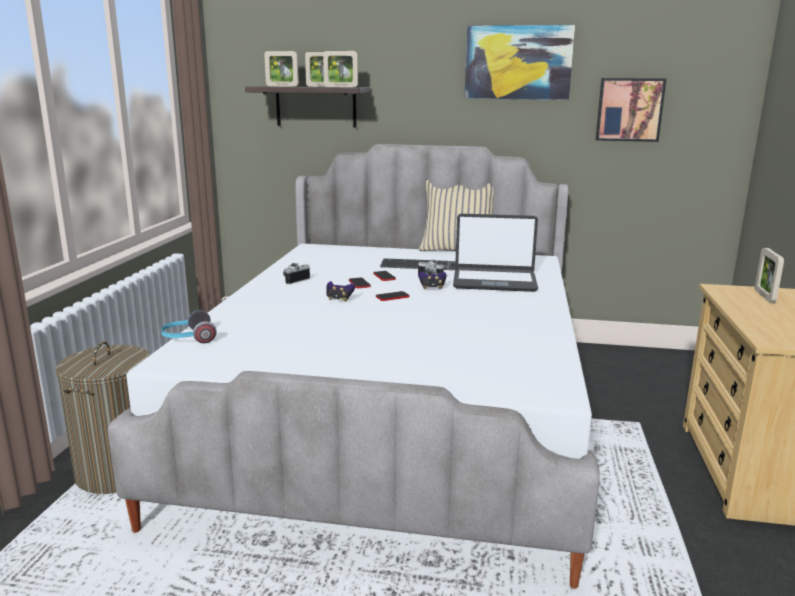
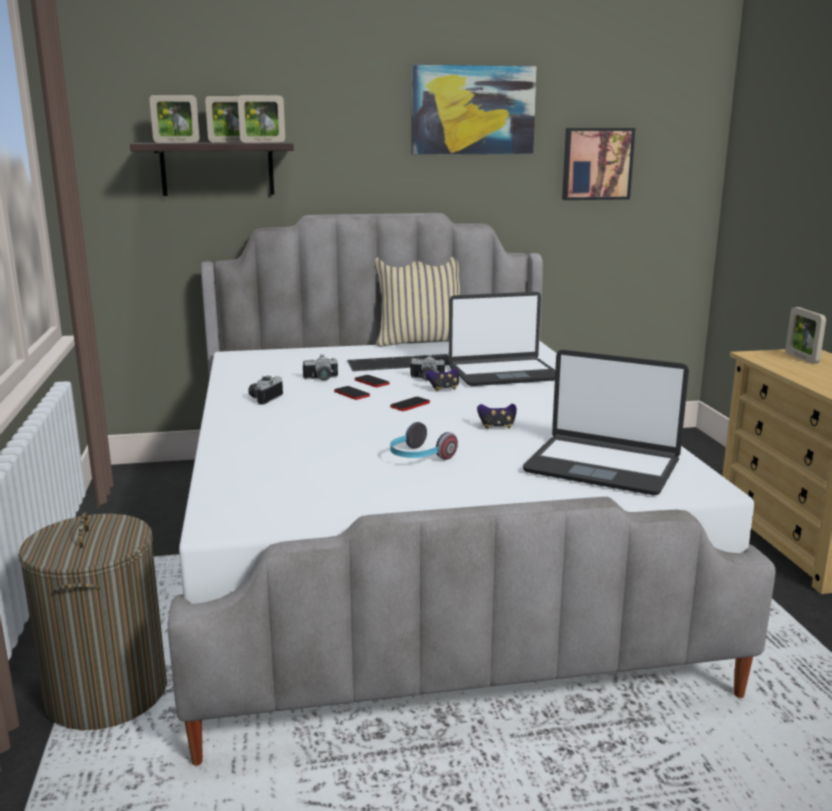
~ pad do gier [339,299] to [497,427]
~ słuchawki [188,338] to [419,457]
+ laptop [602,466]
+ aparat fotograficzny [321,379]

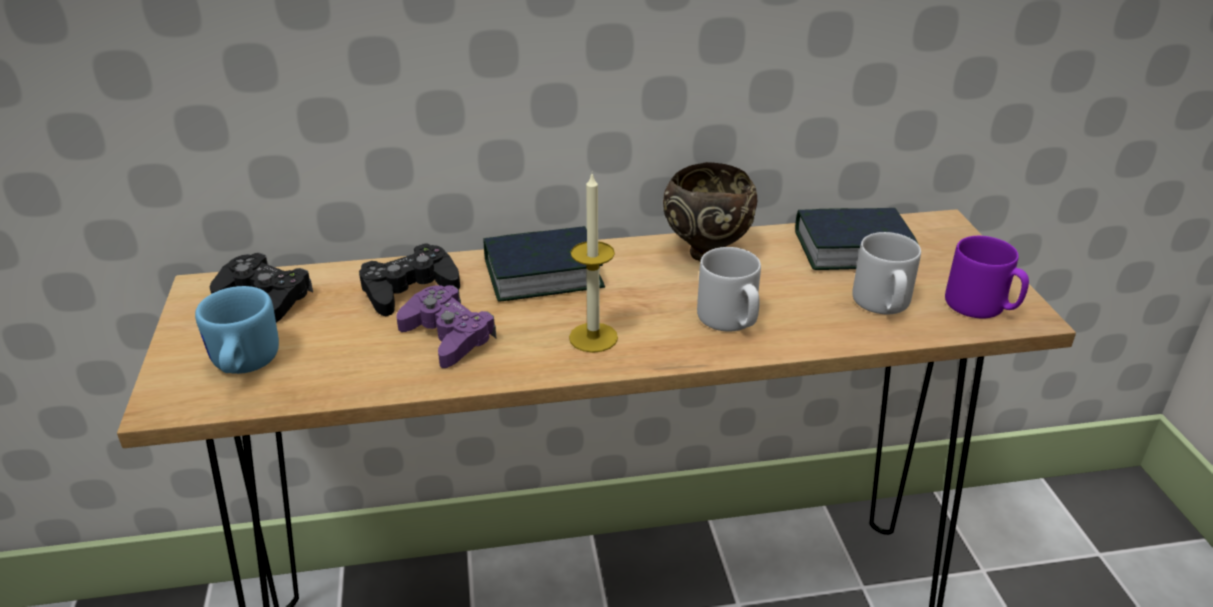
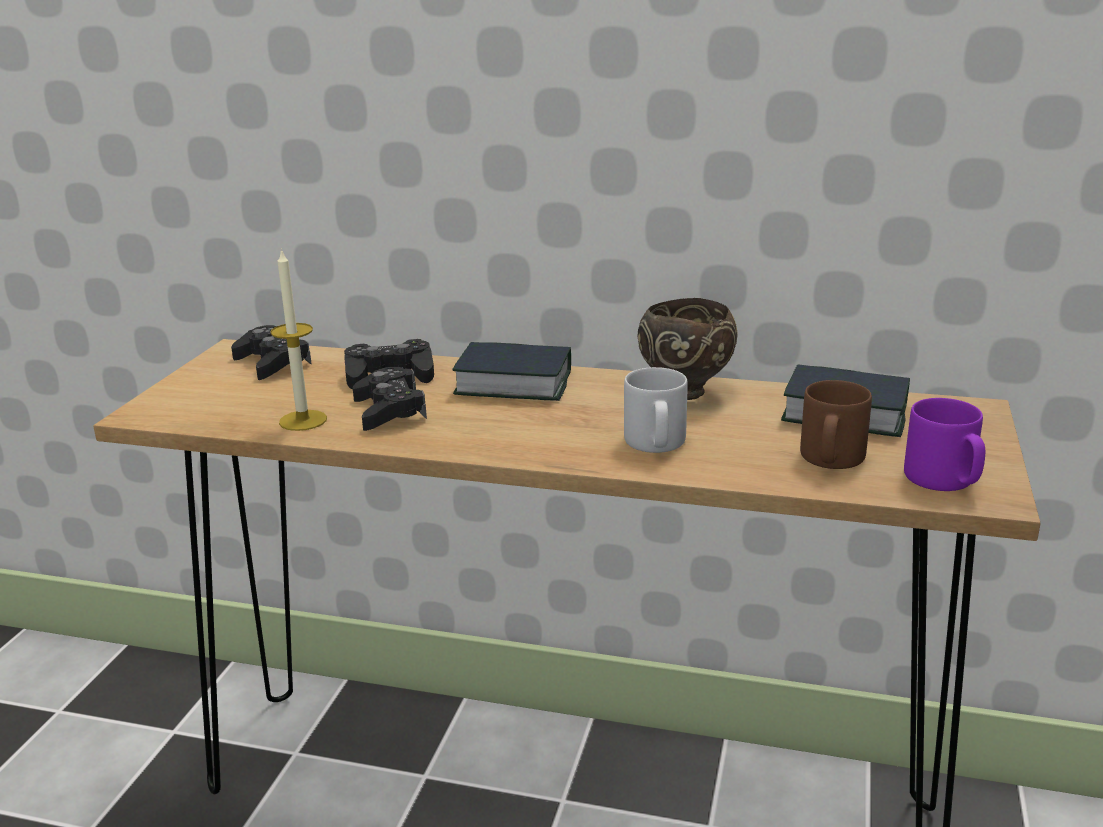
~ świeca [593,337] to [303,420]
~ kubek (szary) [883,304] to kubek (brązowy) [831,459]
~ pad do gier (fioletowy) [448,336] to pad do gier (czarny) [389,410]
- kubek (niebieski) [243,366]

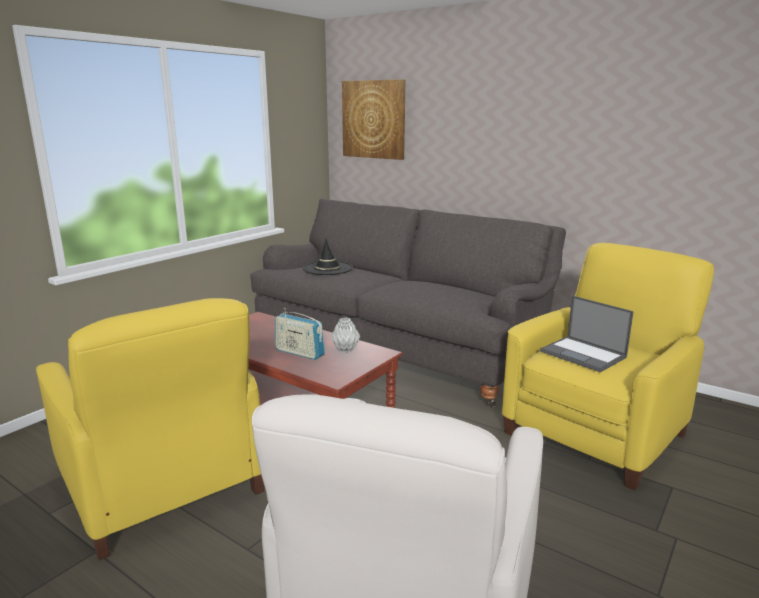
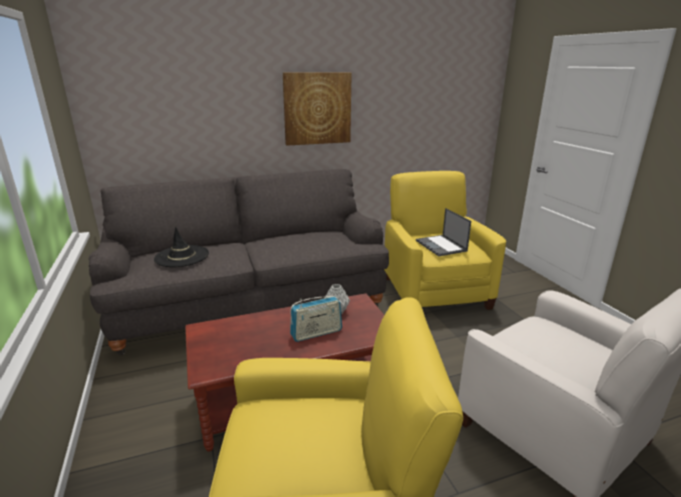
~ obraz [374,119] to [317,108]
~ laptop [584,354] = [441,246] 75 degrees clockwise

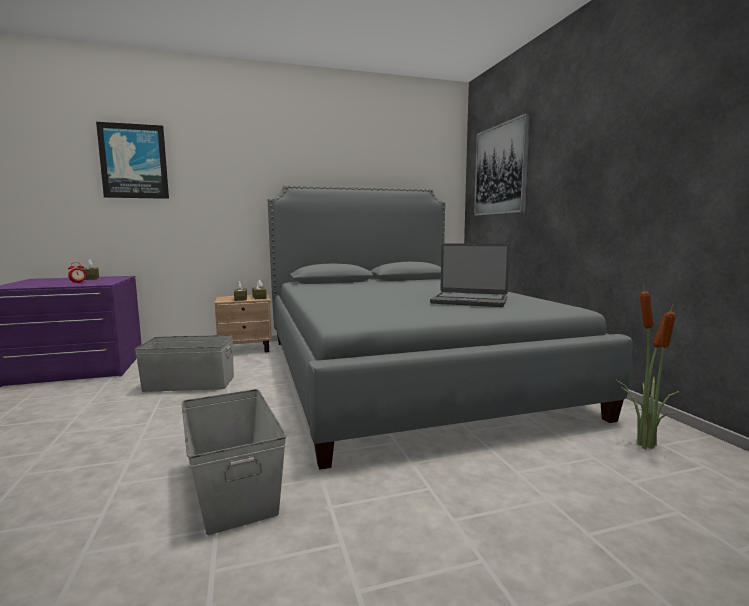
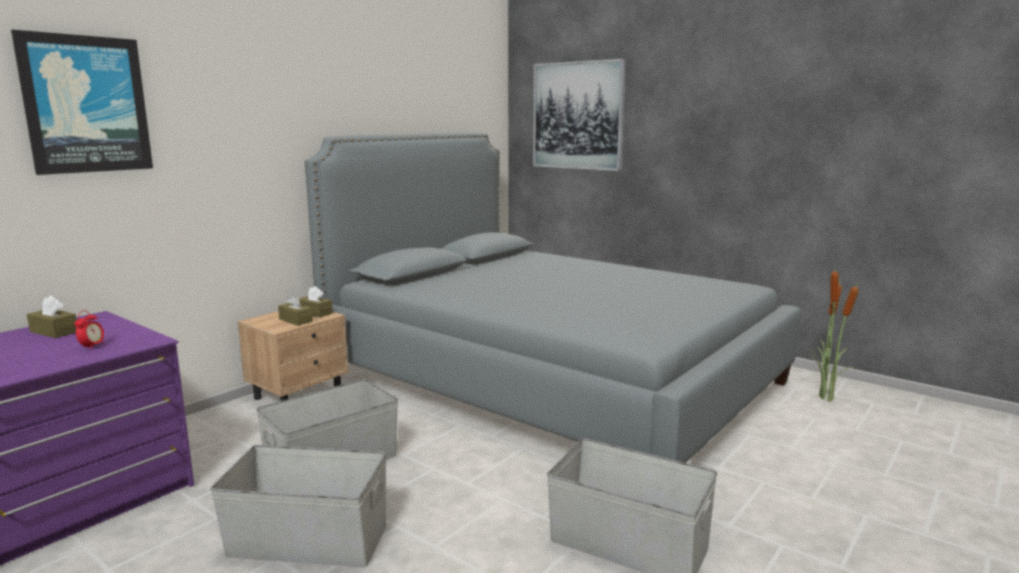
- laptop [469,301]
+ pojemnik do przechowywania (szary) [308,541]

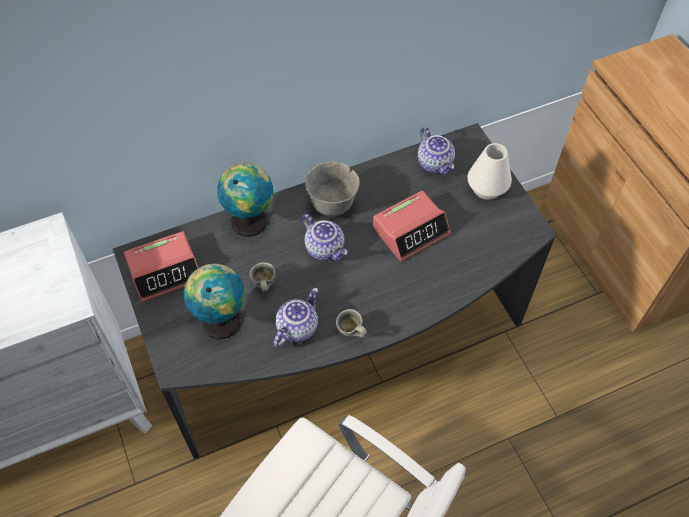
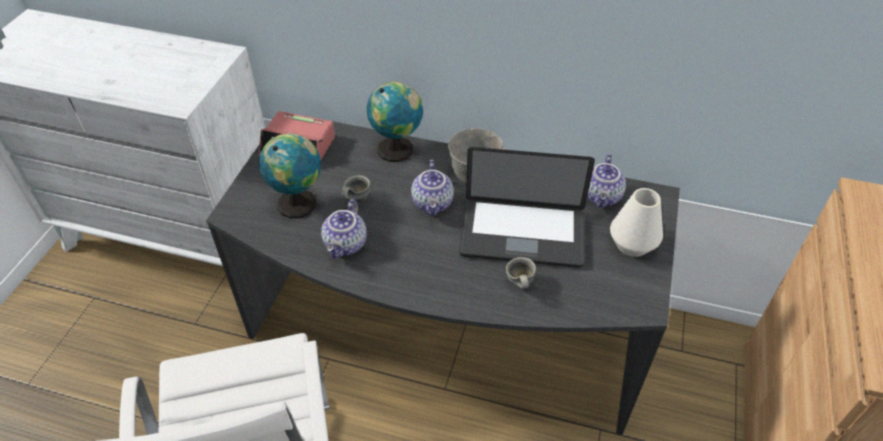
~ budzik [411,230] to laptop [522,234]
~ imbryk [296,327] = [346,245] 120 degrees clockwise
~ kubek (szary) [350,333] to [518,284]

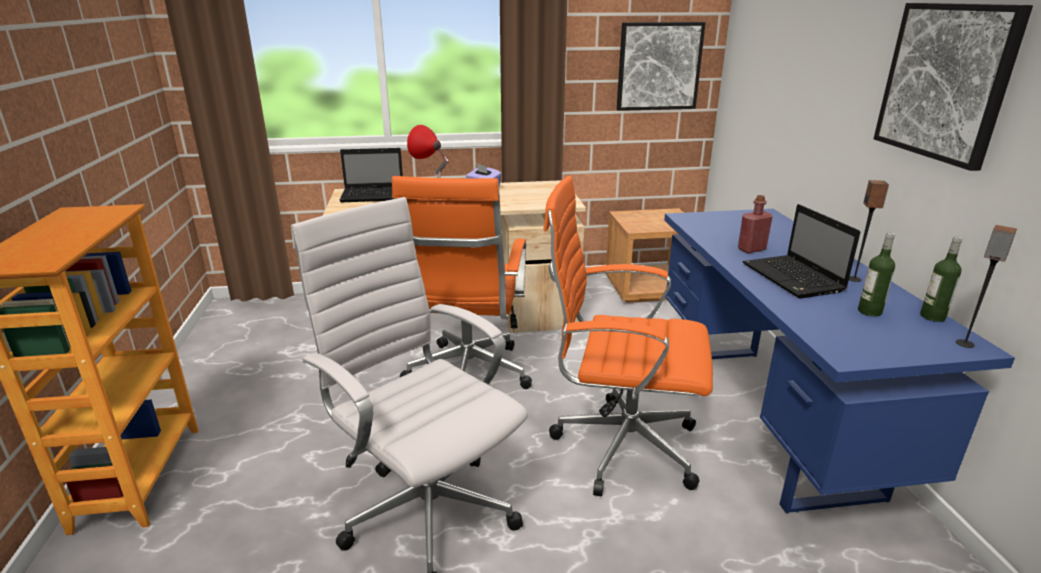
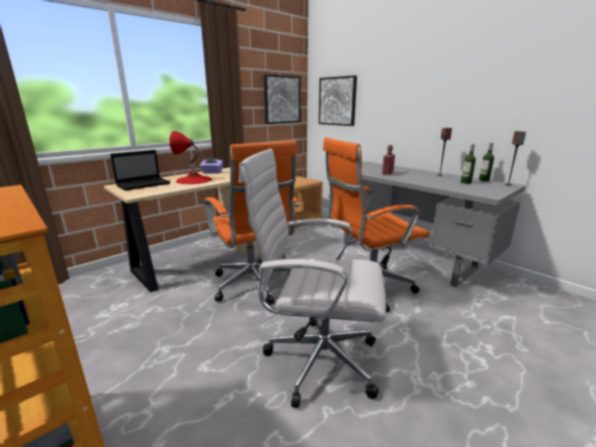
~ obraz [946,82] to [337,101]
- laptop [794,278]
~ biurko (niebieski) [768,418] to biurko (szary) [406,255]

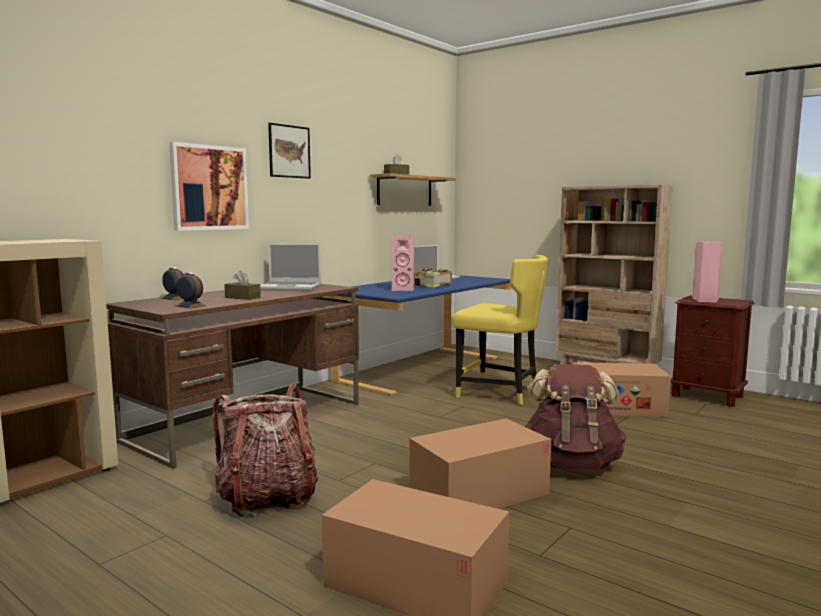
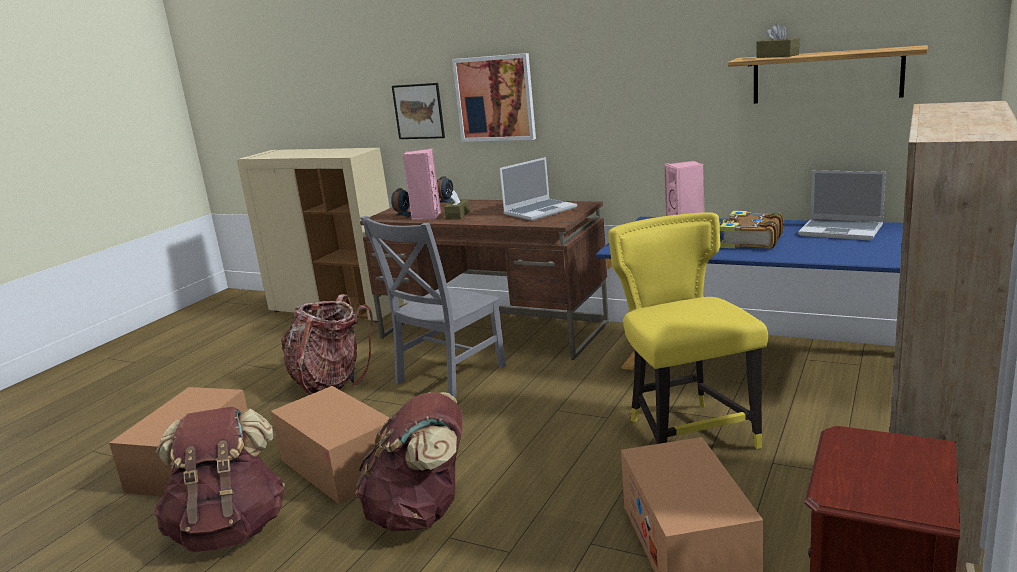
~ obraz [289,151] to [418,111]
~ głośnik (różowy) [706,300] to [426,216]
~ laptop [291,287] = [540,211] 120 degrees counterclockwise
~ krzesło (żółty) [500,393] = [687,433] 150 degrees clockwise
+ krzesło (szary) [447,376]
+ plecak (brązowy) [230,529]

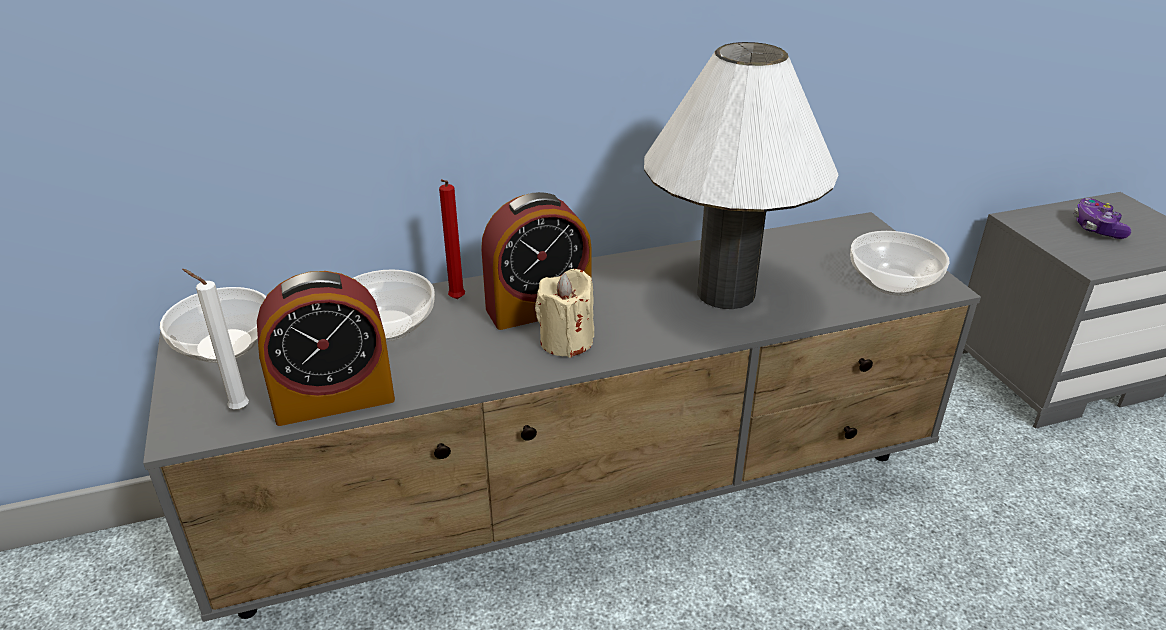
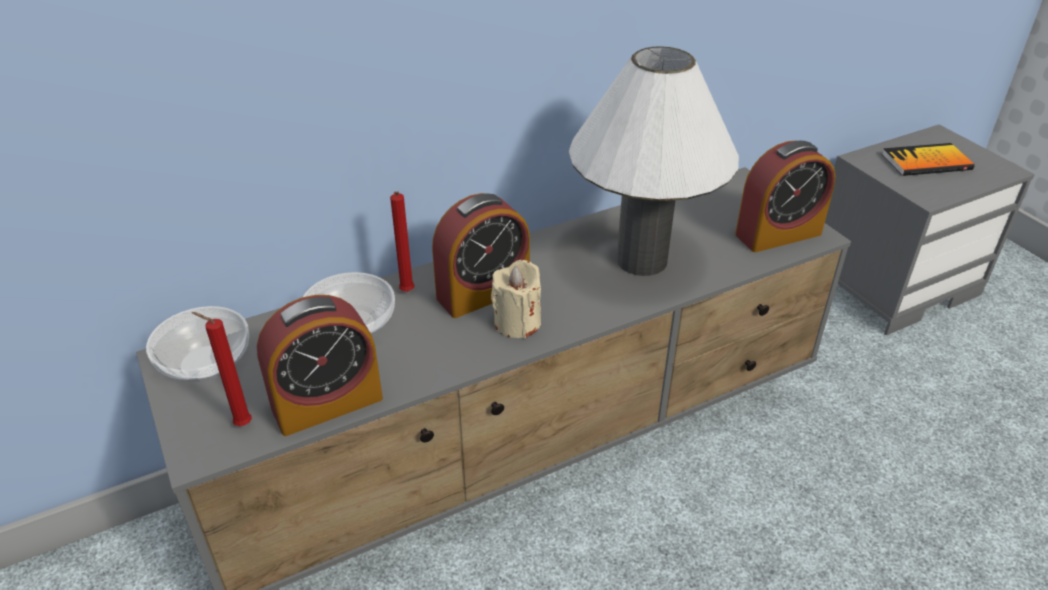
~ pad do gier [1096,228] to książka [926,162]
~ miska [893,281] to budzik [778,234]
~ świeca (biały) [236,409] to świeca (czerwony) [240,424]

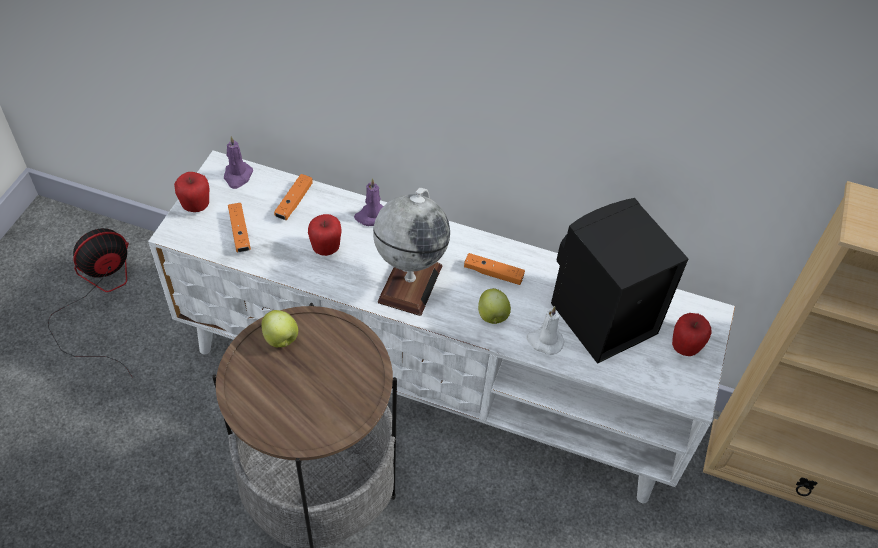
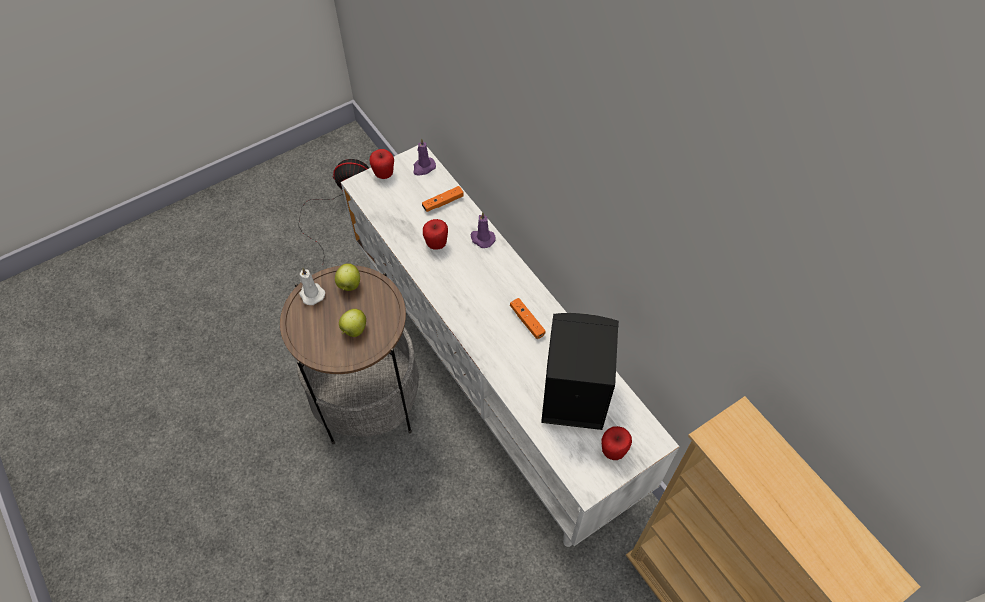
- globus [410,283]
- pad do gier (pomarańczowy) [240,232]
~ jabłko [492,317] to [354,330]
~ świeca (biały) [544,341] to [311,293]

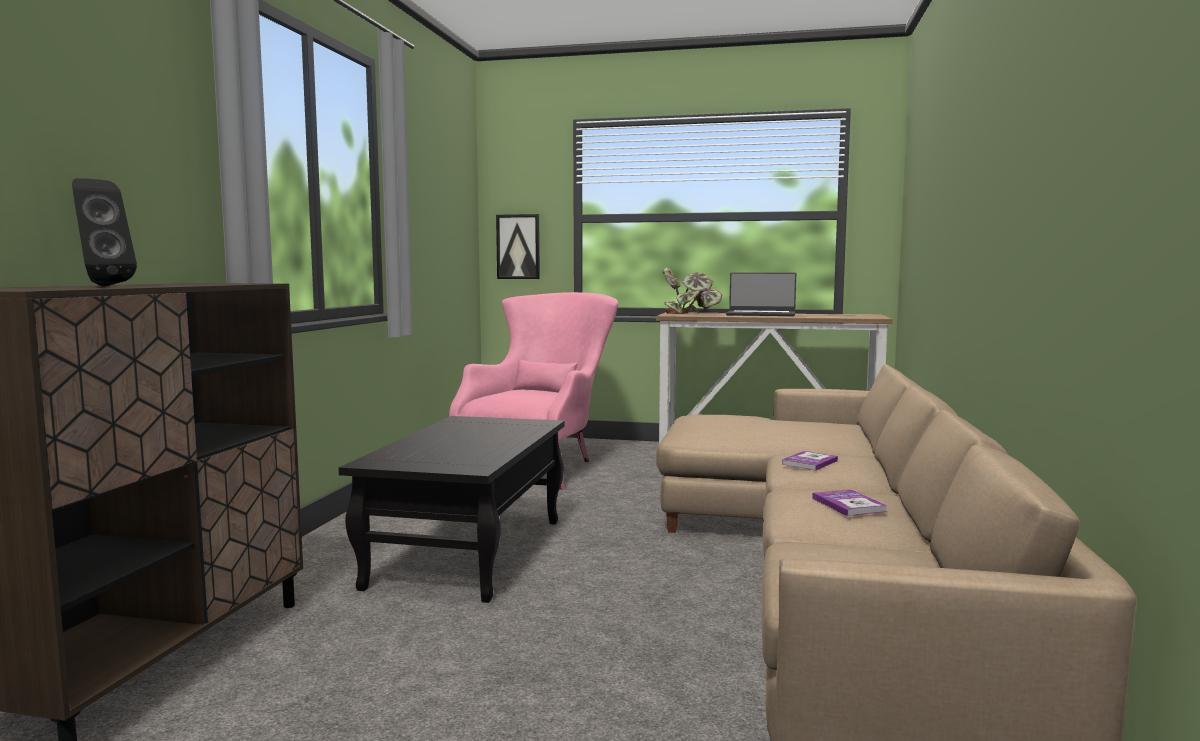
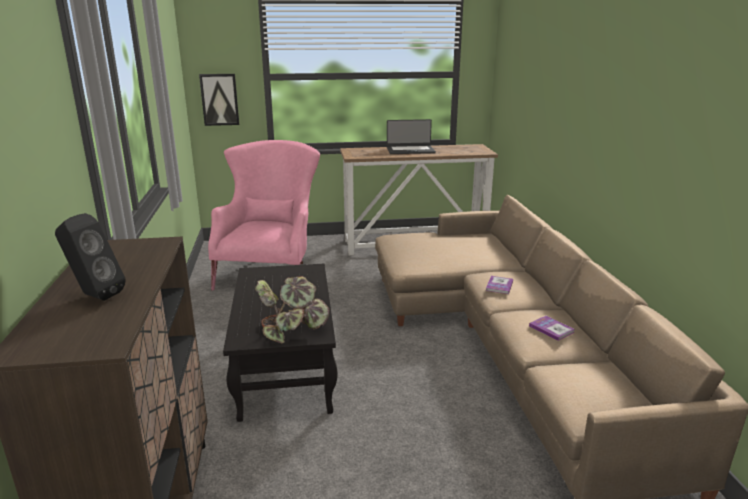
~ roślina doniczkowa [690,313] to [292,329]

